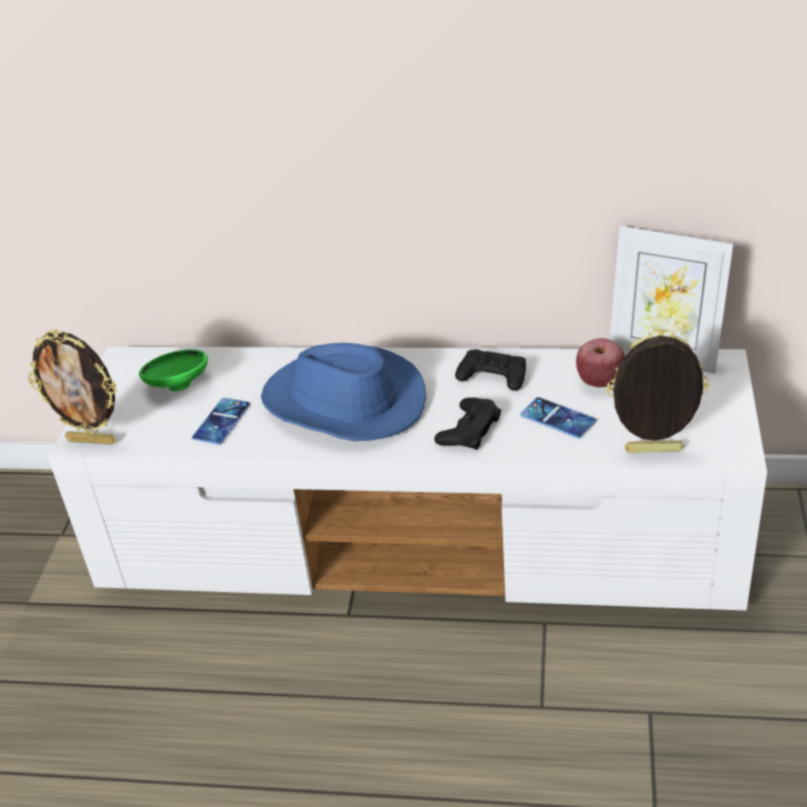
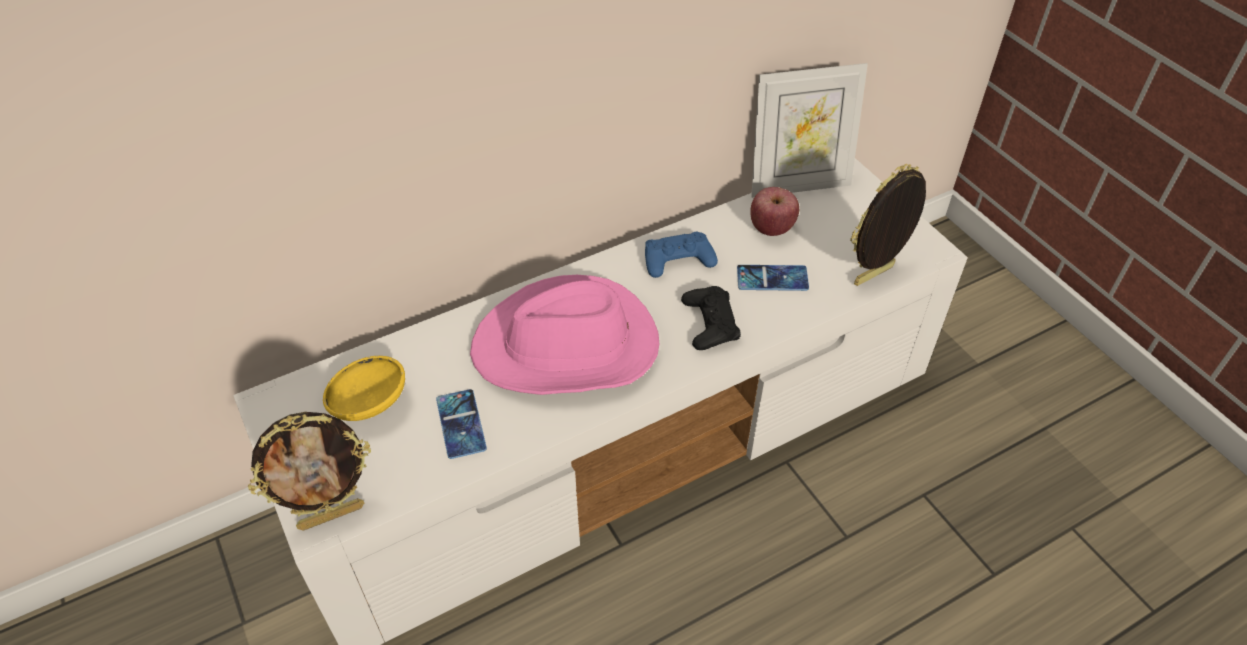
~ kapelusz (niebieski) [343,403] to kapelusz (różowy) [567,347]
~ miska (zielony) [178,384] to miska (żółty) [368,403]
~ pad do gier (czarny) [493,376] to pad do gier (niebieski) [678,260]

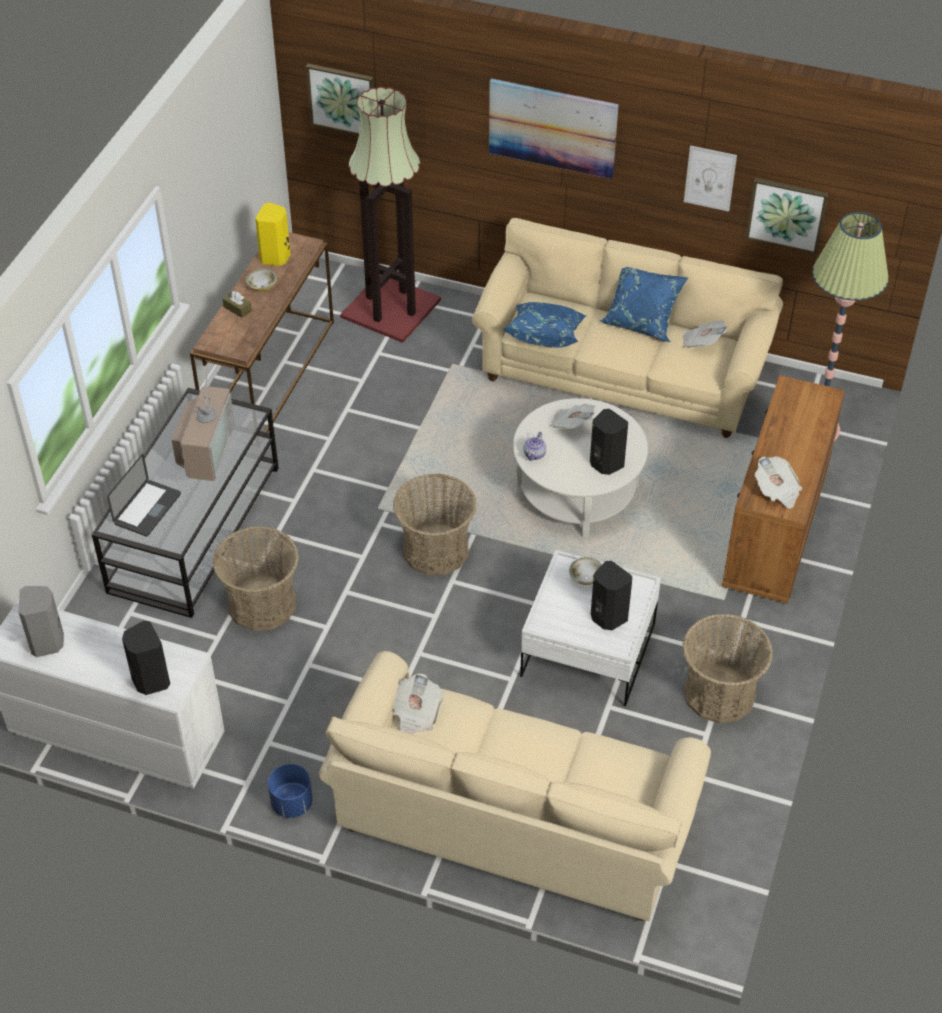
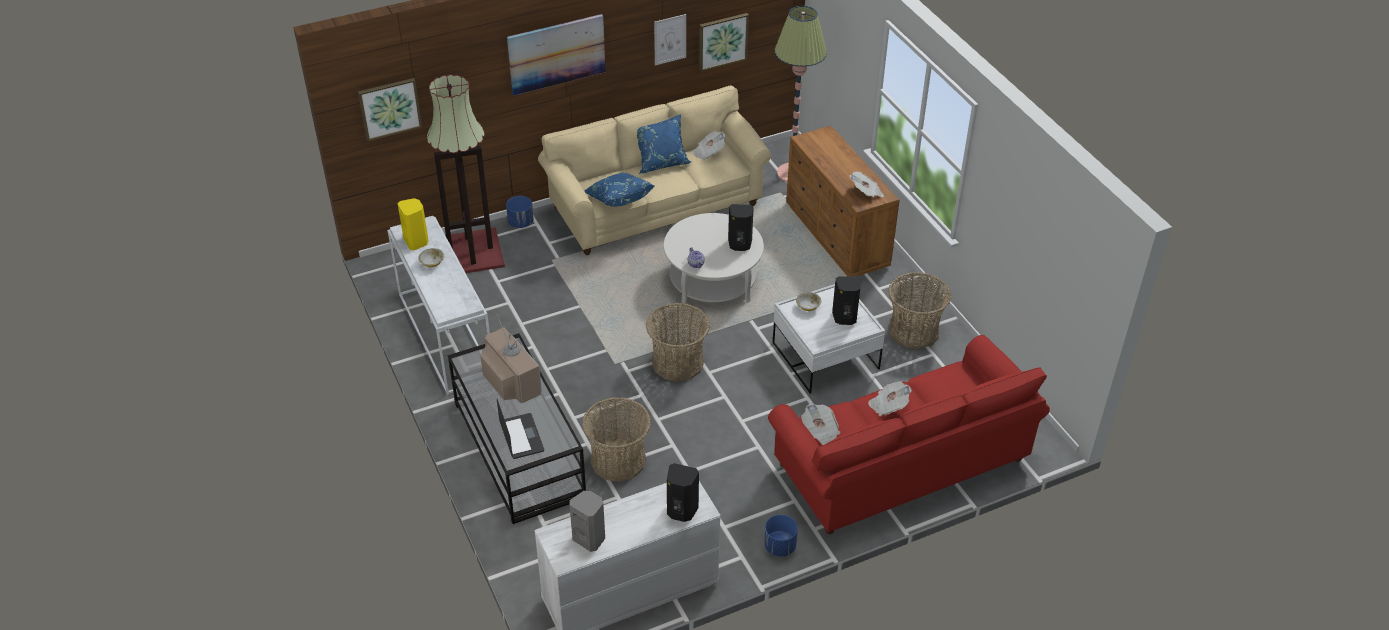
~ stolik konsolowy (brązowy) [269,375] to stolik konsolowy (biały) [444,335]
- pudełko chusteczek (brązowy) [237,309]
~ gazeta [571,424] to [888,406]
~ kanapa (beżowy) [514,819] to kanapa (czerwony) [900,463]
+ donica (niebieski) [521,222]

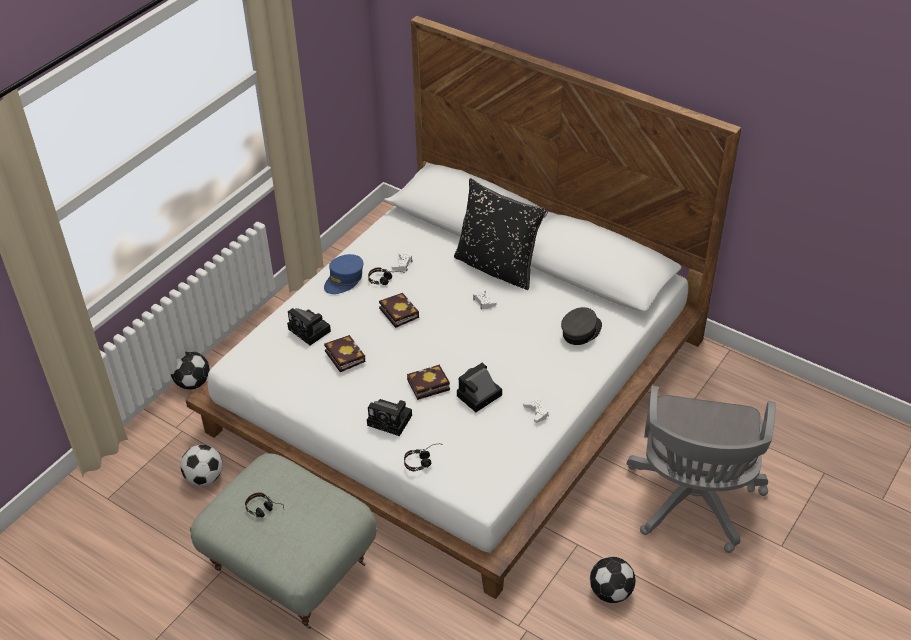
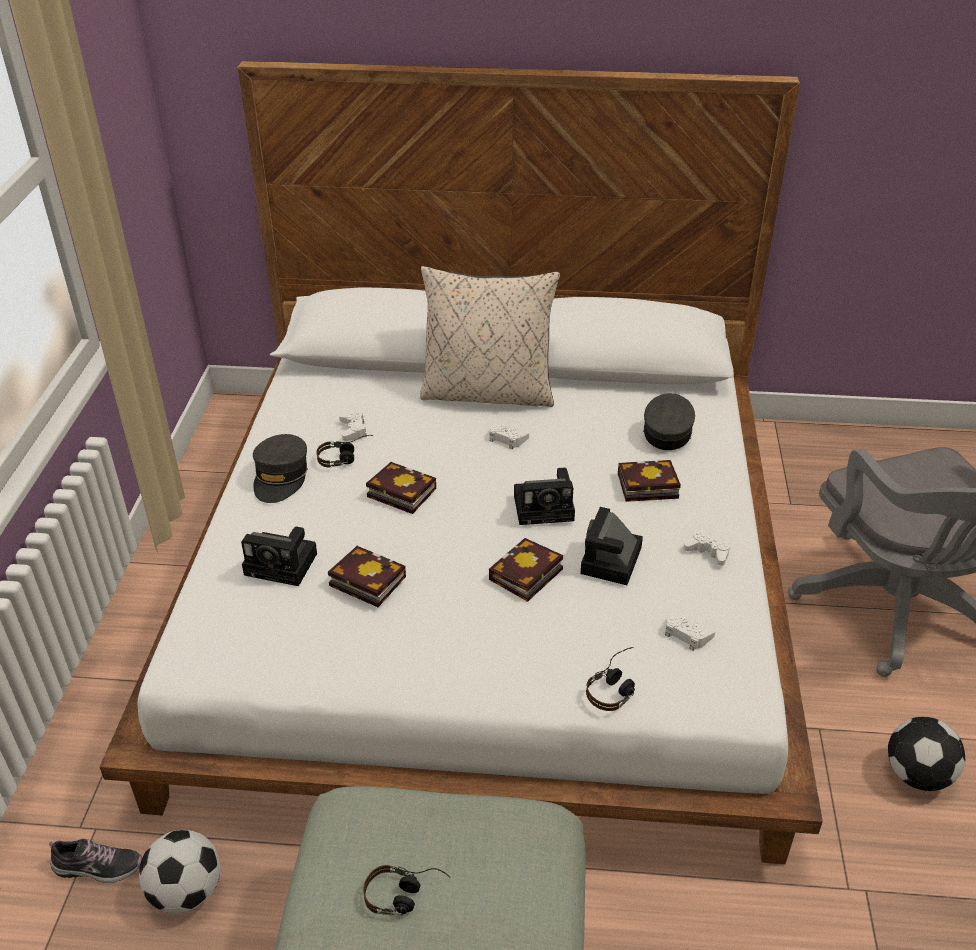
~ poduszka (czarny) [497,267] to poduszka (beżowy) [488,393]
~ czapka z daszkiem (niebieski) [344,280] to czapka z daszkiem (szary) [281,477]
- piłka futbolowa [192,383]
~ aparat fotograficzny [391,420] to [546,507]
+ książka [645,486]
+ pad do gier (biały) [687,634]
+ but [98,867]

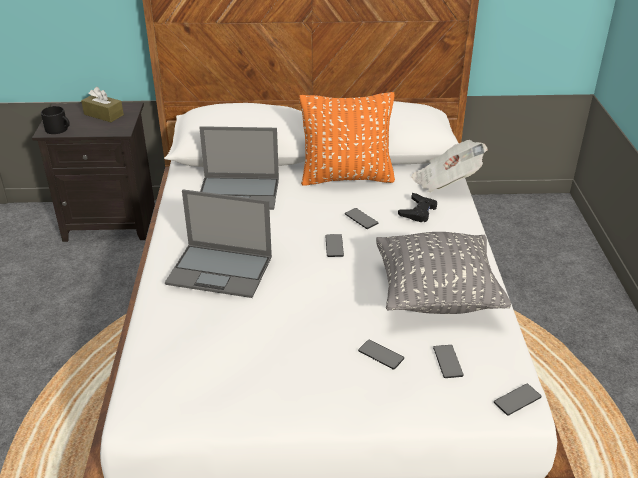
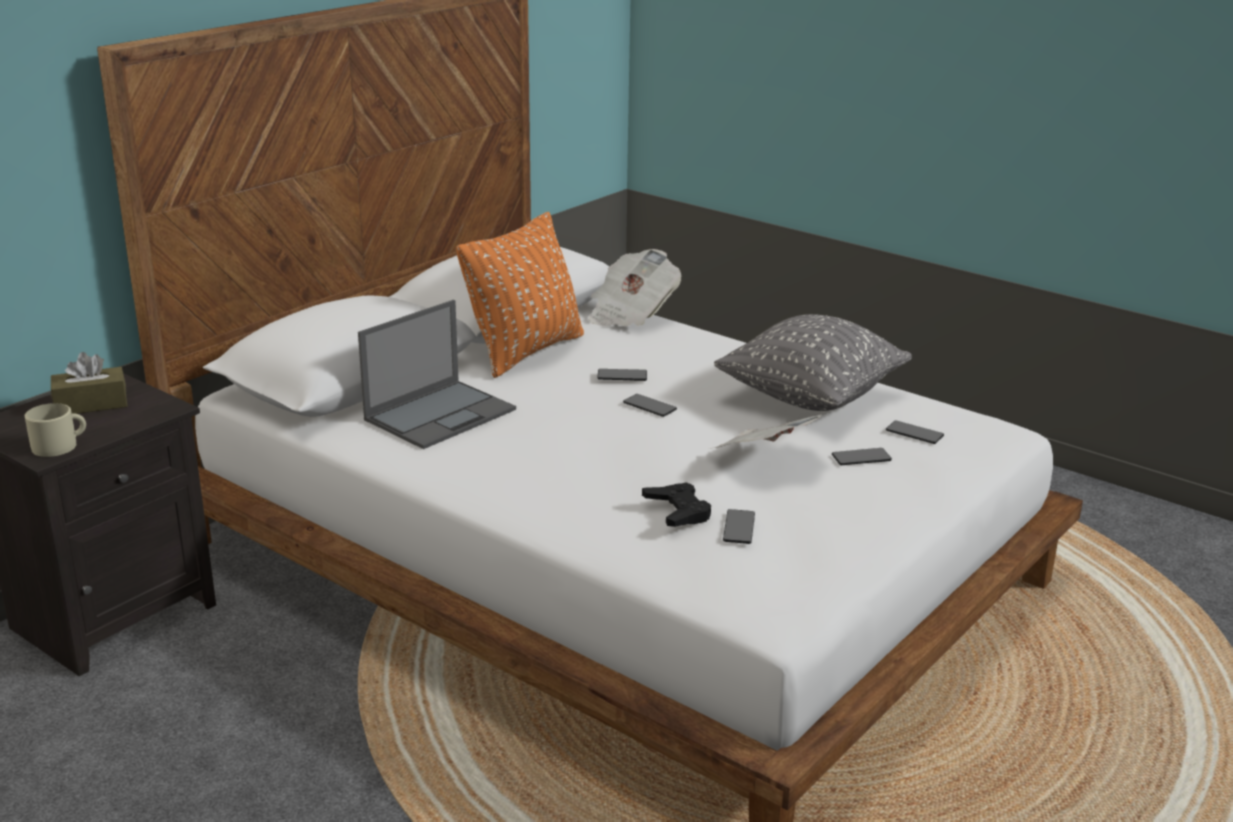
~ kubek (czarny) [59,129] to kubek (beżowy) [60,445]
- laptop [221,270]
~ pad do gier (czarny) [418,211] to [678,511]
~ telefon [517,400] to [739,528]
+ gazeta [766,459]

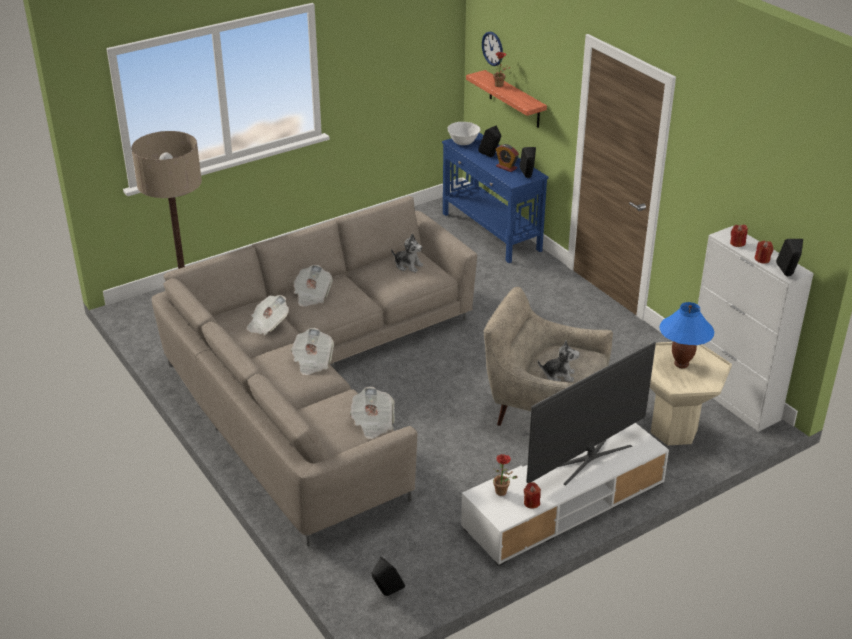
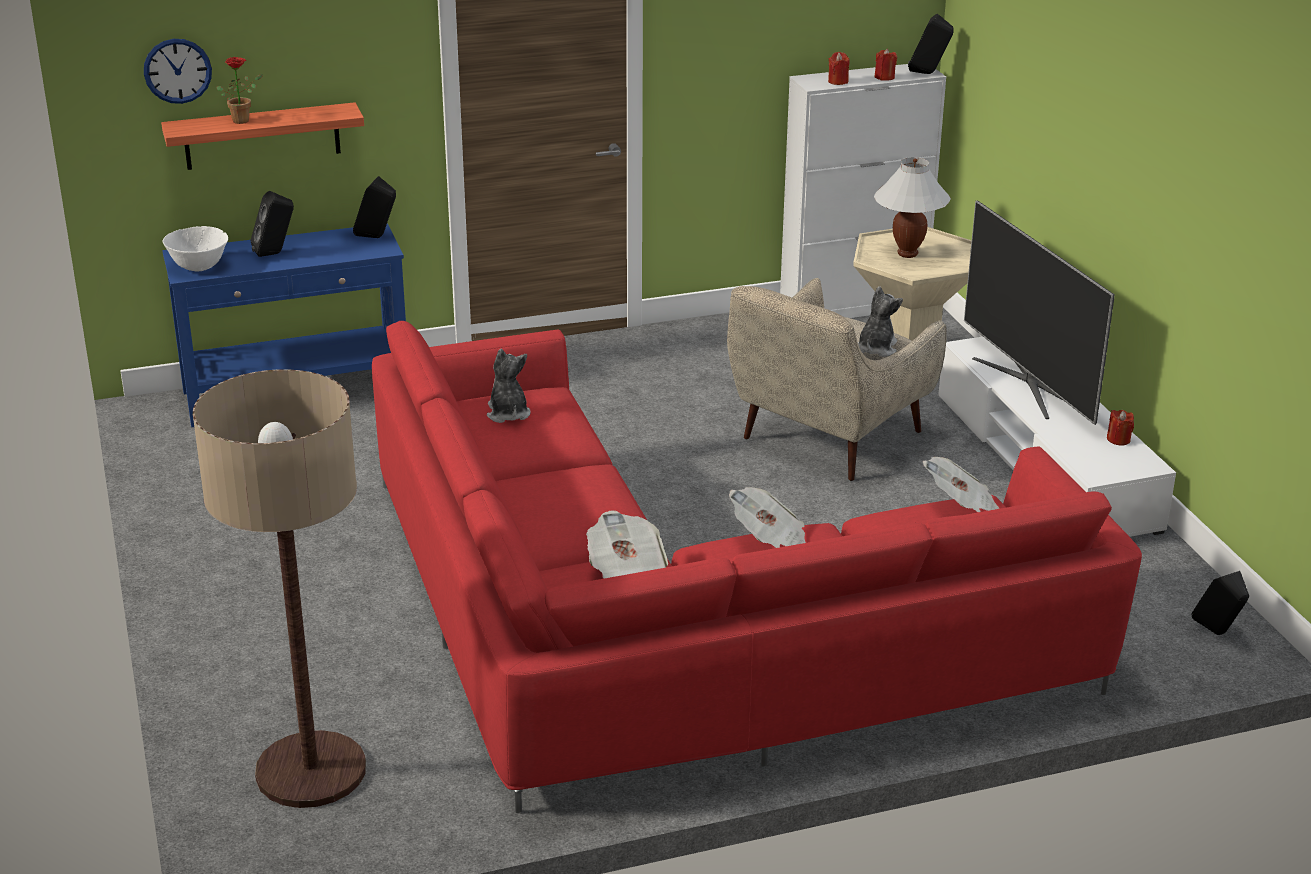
- budzik [506,167]
~ kanapa (beżowy) [317,385] to kanapa (czerwony) [675,634]
~ pluszak [408,265] = [508,413] 60 degrees counterclockwise
- gazeta [312,295]
~ lampa stołowa (niebieski) [681,364] to lampa stołowa (biały) [908,254]
- roślina doniczkowa [503,492]

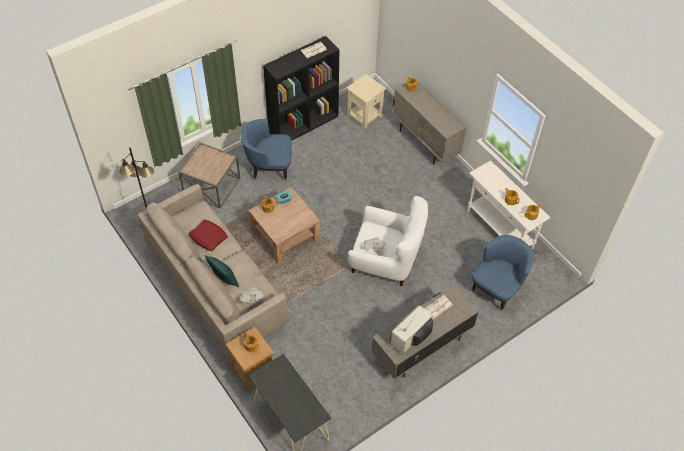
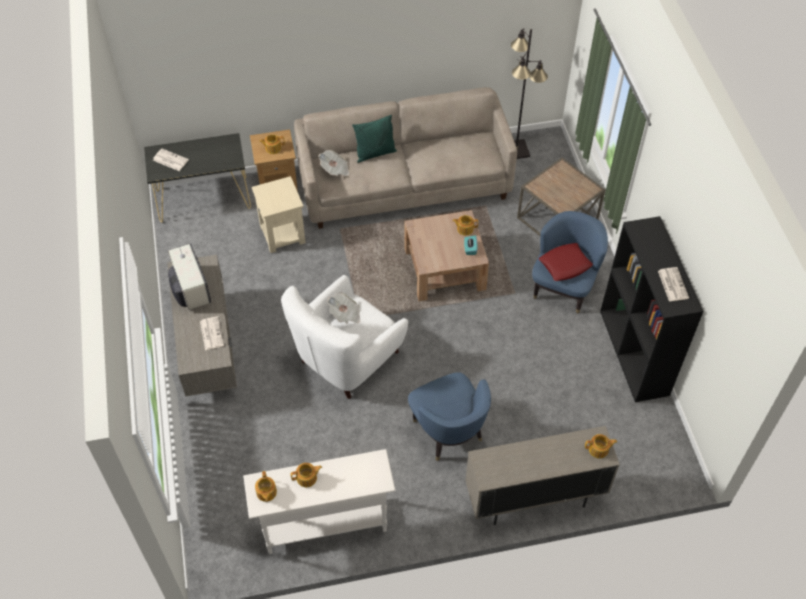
~ stolik (beżowy) [364,115] to [283,235]
~ poduszka (czerwony) [208,237] to [565,265]
~ fotel (niebieski) [497,288] to [448,432]
+ gazeta [170,160]

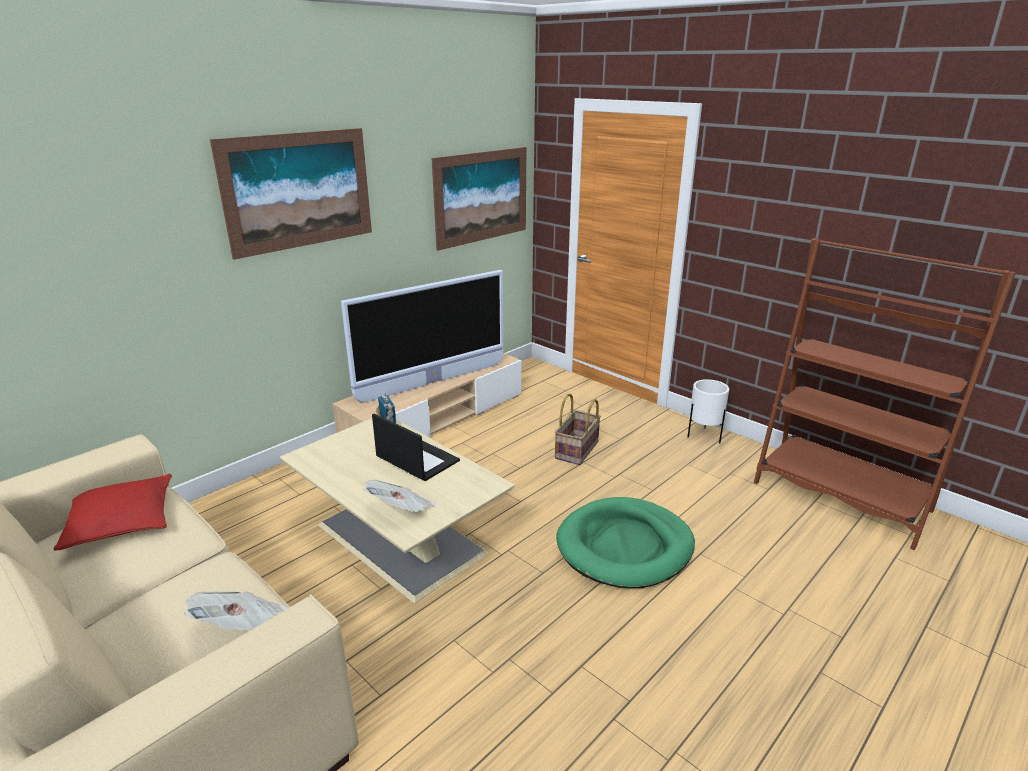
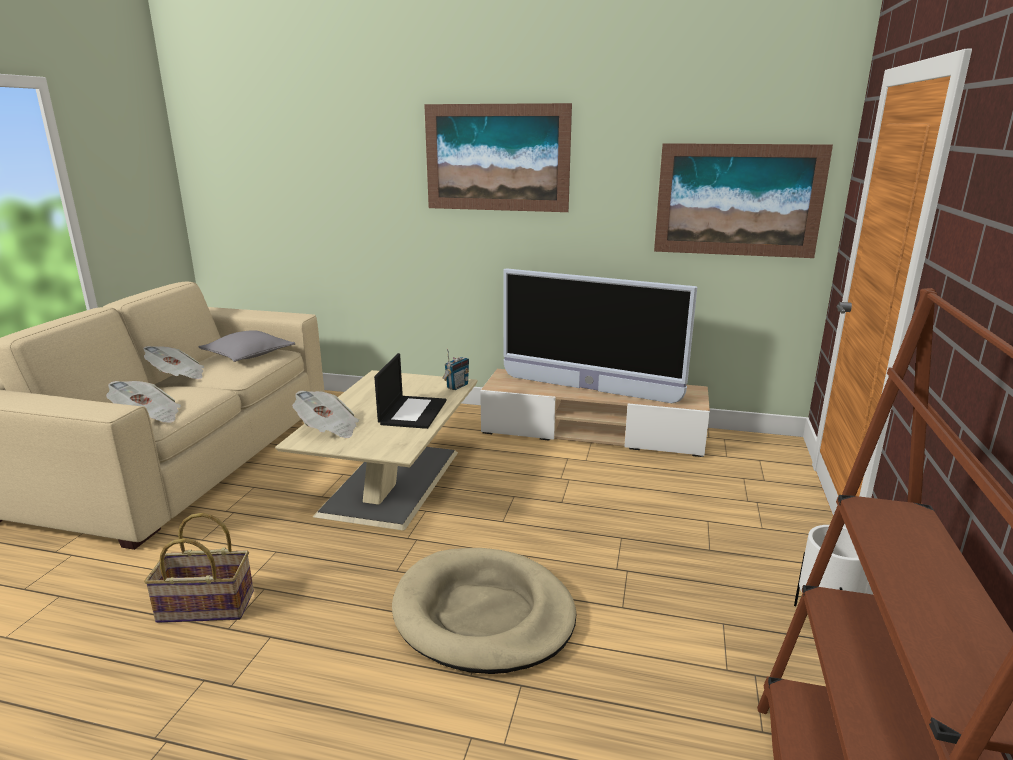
~ koszyk [577,450] to [205,607]
~ poduszka (czerwony) [121,521] to poduszka (szary) [248,355]
~ legowisko (zielony) [625,546] to legowisko (beżowy) [483,614]
+ gazeta [178,376]

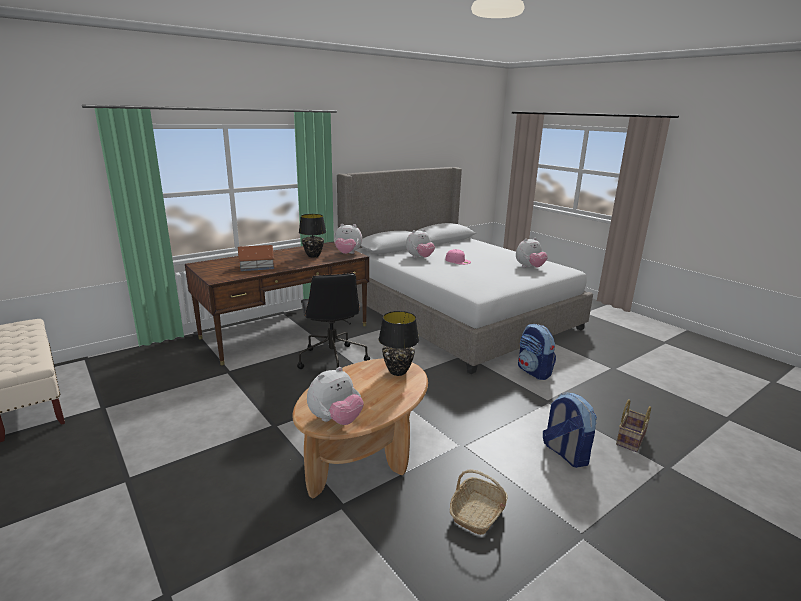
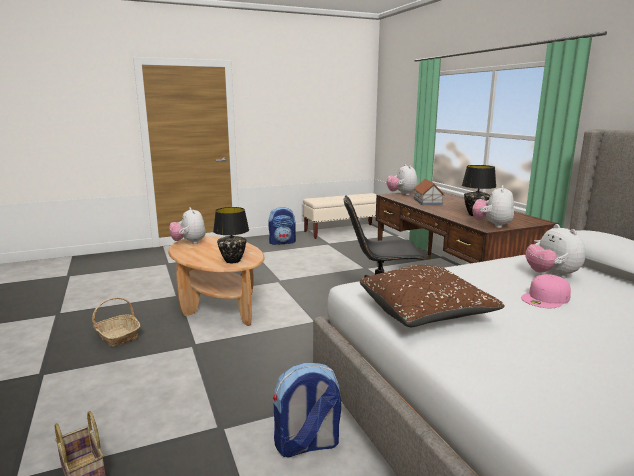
~ pluszak [529,267] to [401,194]
~ plecak [565,453] to [282,242]
+ poduszka (brązowy) [425,312]

